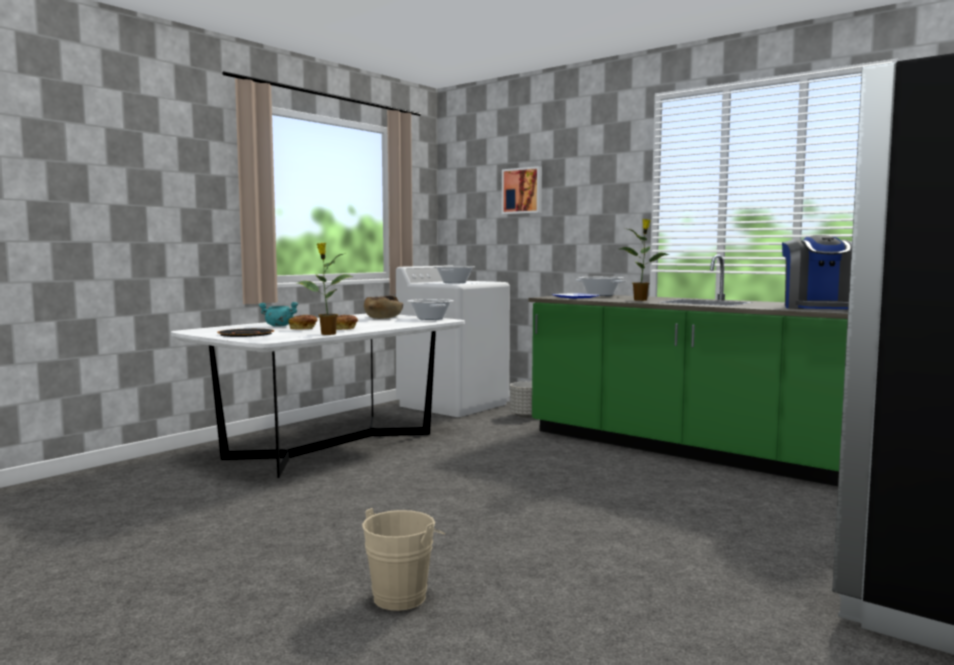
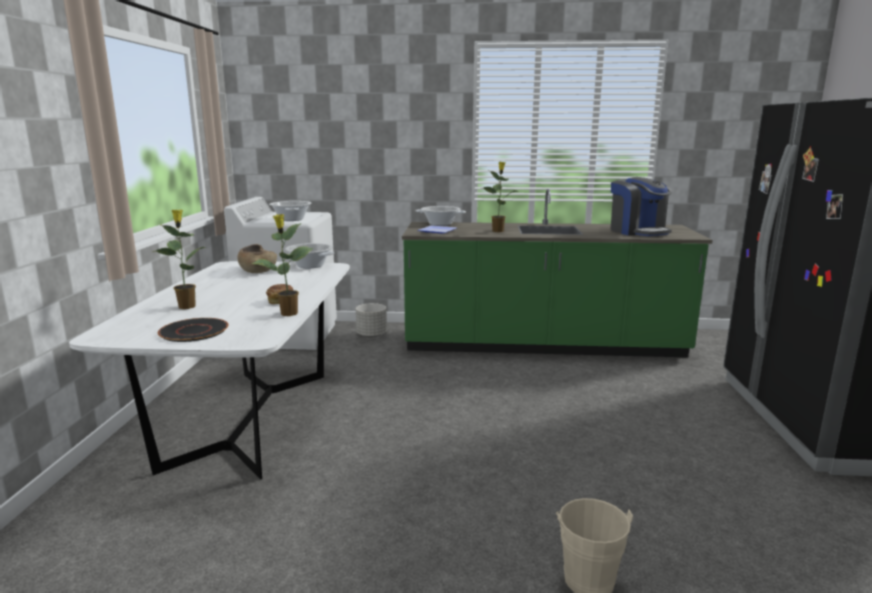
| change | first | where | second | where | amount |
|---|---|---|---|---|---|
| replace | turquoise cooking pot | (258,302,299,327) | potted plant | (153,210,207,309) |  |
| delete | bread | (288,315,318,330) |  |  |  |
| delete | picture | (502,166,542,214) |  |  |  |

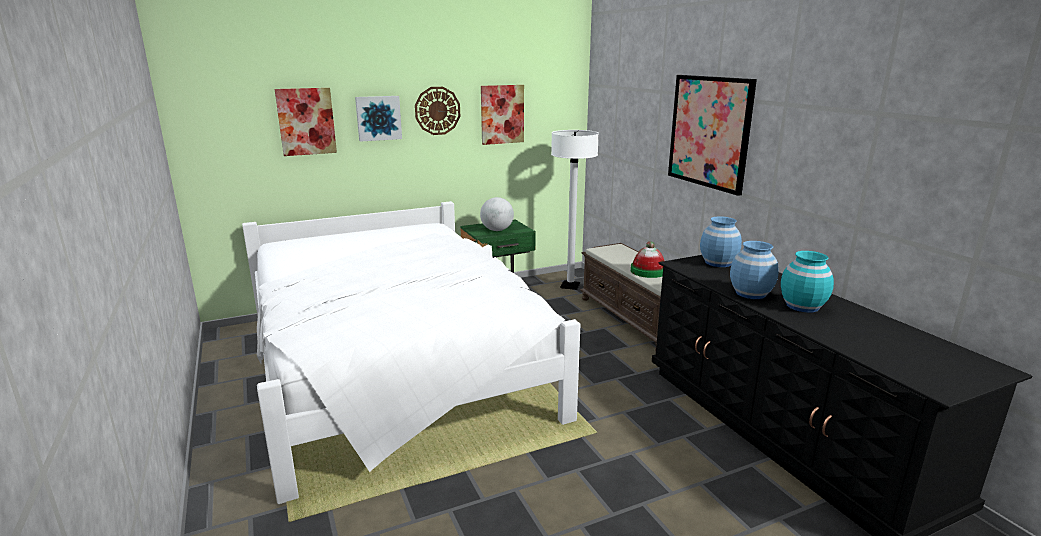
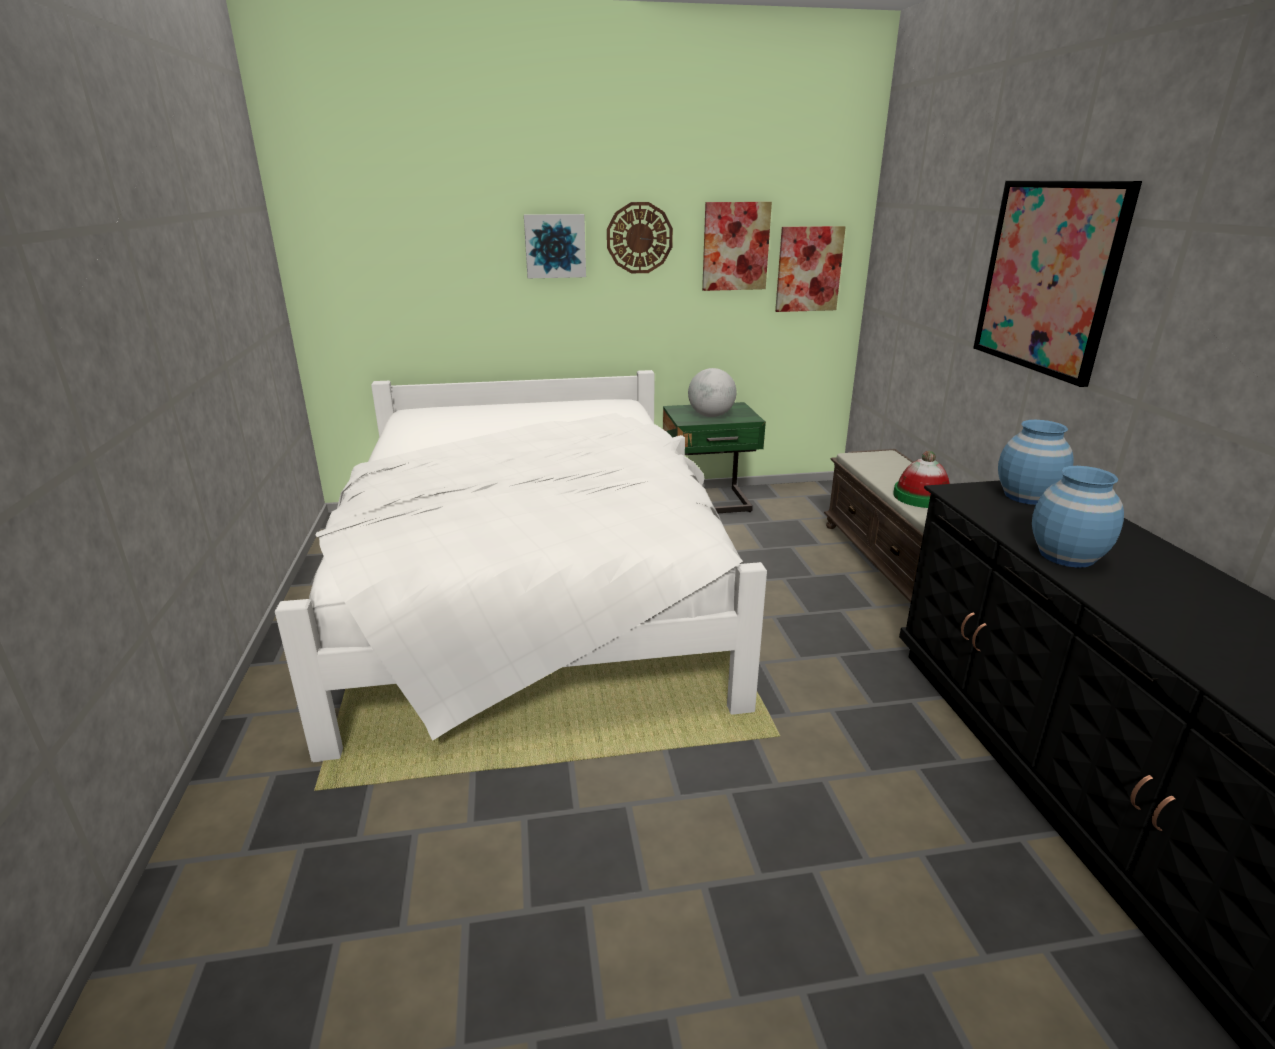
| change | first | where | second | where | amount |
|---|---|---|---|---|---|
| move | picture | (275,88,337,156) |  | (775,226,846,312) |  |
| delete | white floor lamp | (551,130,599,290) |  |  |  |
| delete | turquoise vase | (781,251,834,313) |  |  |  |

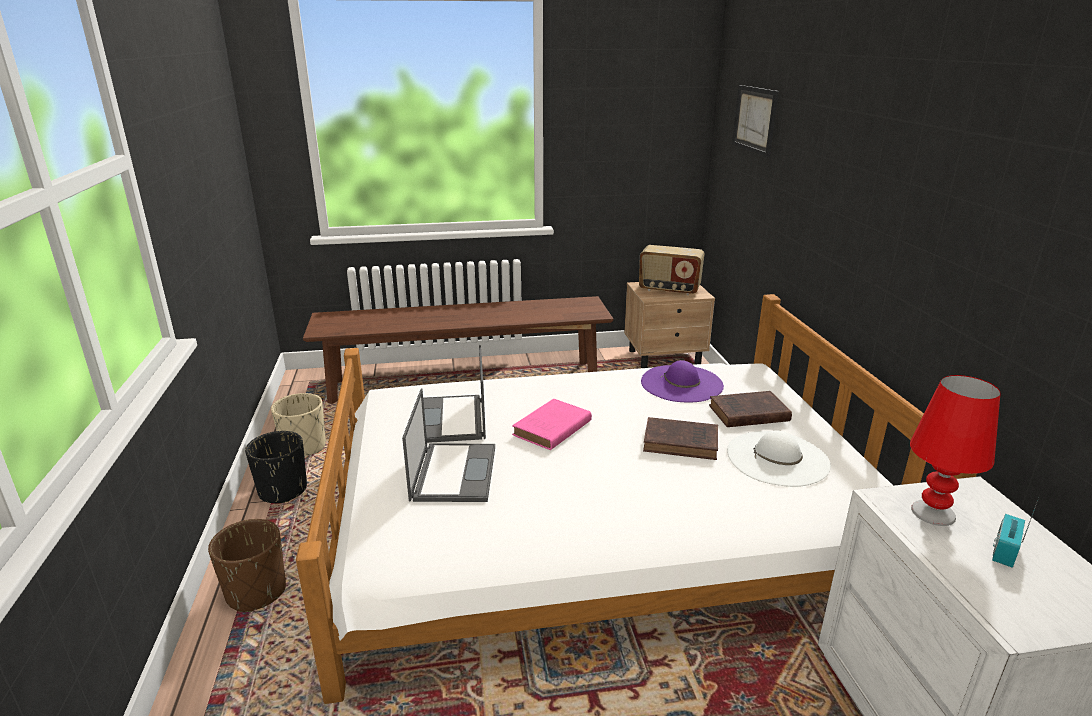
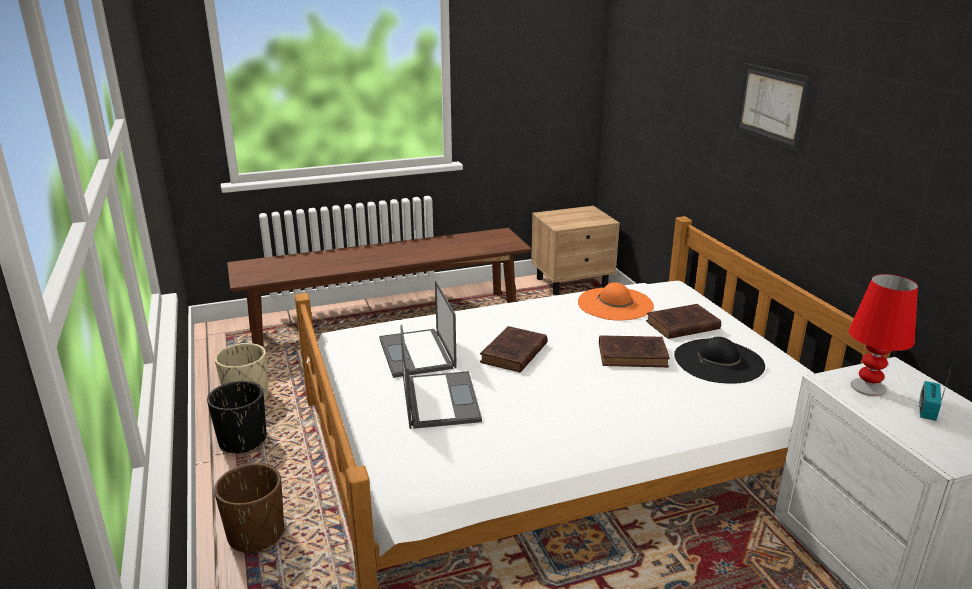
| change | first | where | second | where | amount |
|---|---|---|---|---|---|
| recolor | pink book | (512,399,592,450) | brown book | (480,326,547,373) |  |
| delete | radio | (639,245,705,295) |  |  |  |
| recolor | purple hat | (641,360,724,402) | orange hat | (578,282,654,320) |  |
| recolor | white hat | (727,431,831,487) | black hat | (674,337,765,384) |  |
| move | picture | (732,85,779,157) |  | (735,63,812,151) |  |

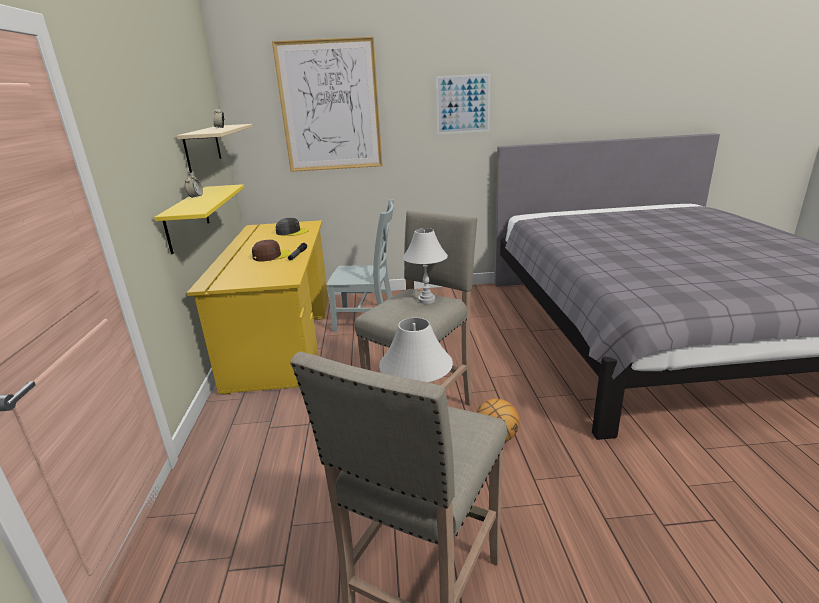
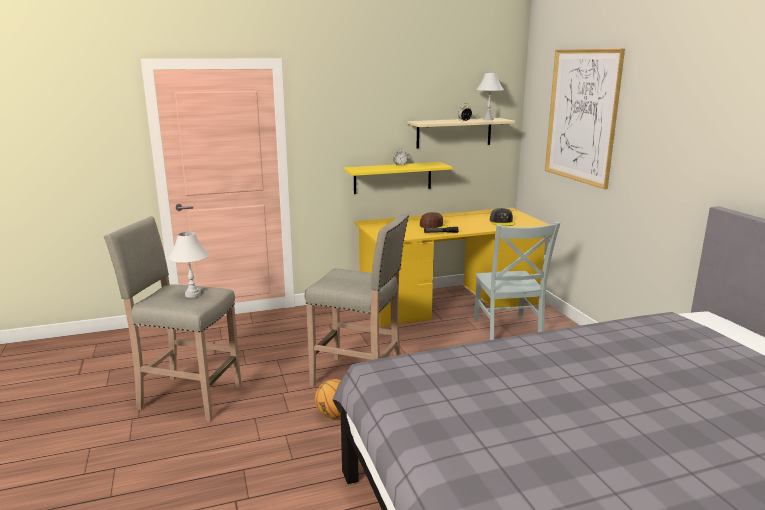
| change | first | where | second | where | amount |
|---|---|---|---|---|---|
| move | white table lamp | (403,228,448,304) |  | (476,72,504,120) |  |
| delete | picture | (436,74,490,134) |  |  |  |

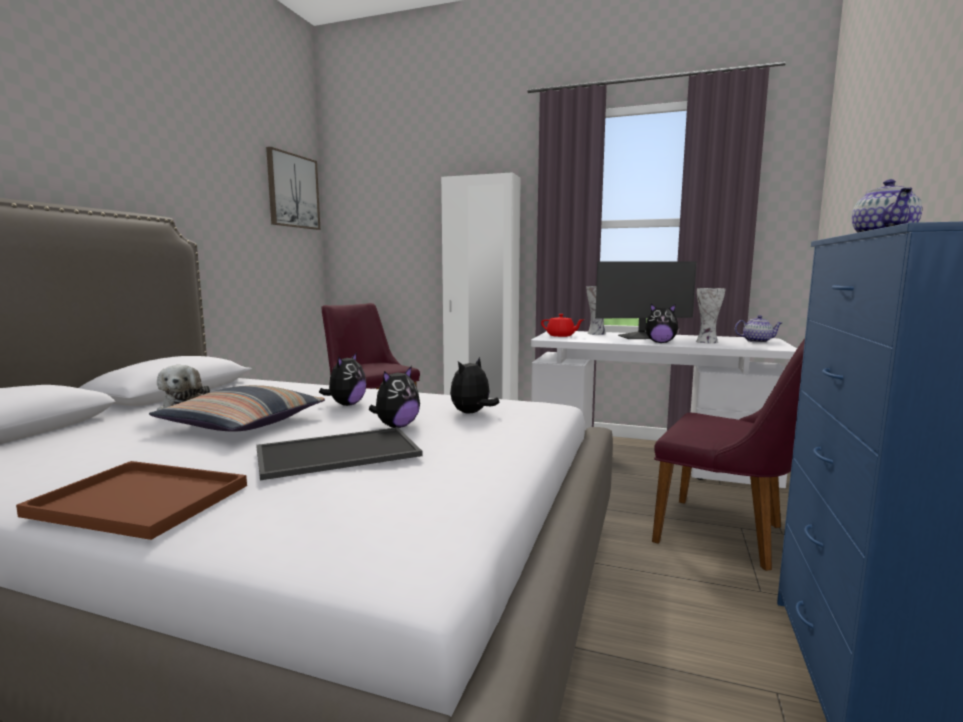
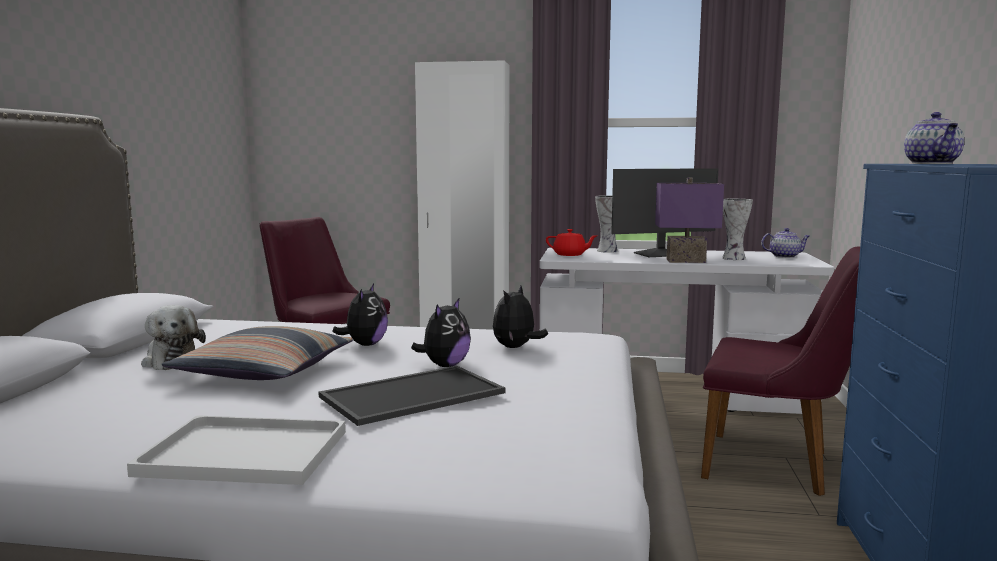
| change | first | where | second | where | amount |
|---|---|---|---|---|---|
| recolor | brown tray | (16,461,247,540) | white tray | (127,415,346,485) |  |
| delete | picture | (266,147,320,230) |  |  |  |
| replace | plush toy | (645,304,680,343) | purple table lamp | (655,178,724,263) |  |

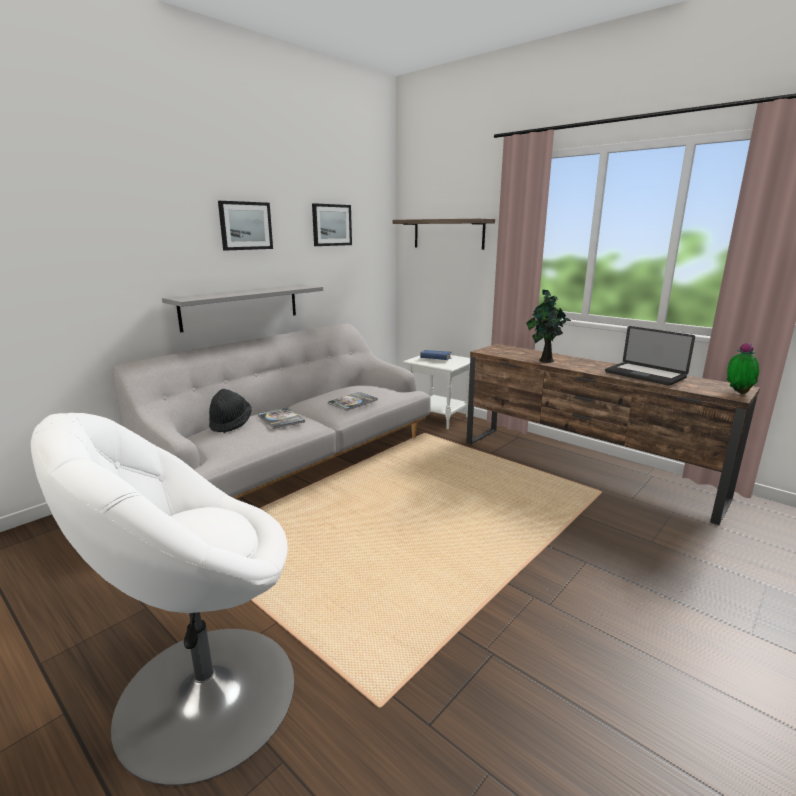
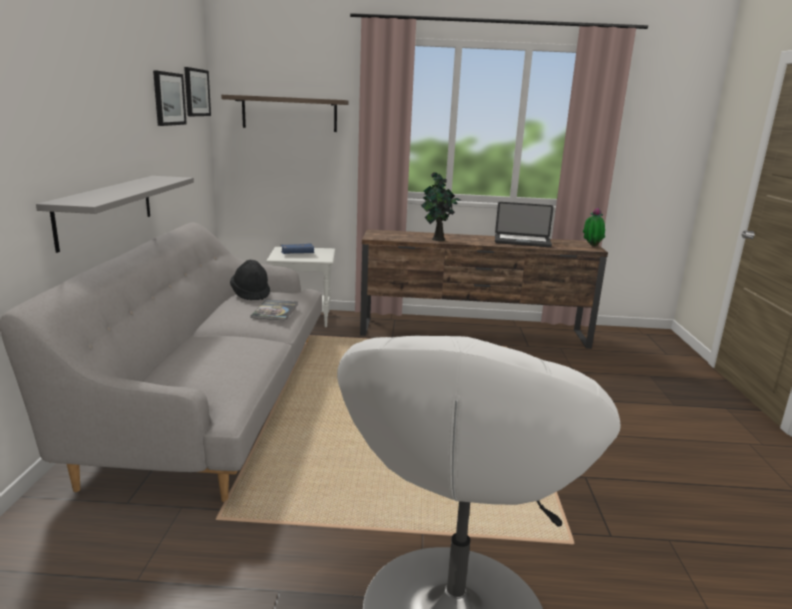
| change | first | where | second | where | amount |
|---|---|---|---|---|---|
| move | black hat | (209,389,252,433) |  | (230,260,270,300) |  |
| move | picture | (218,201,273,250) |  | (184,67,211,116) |  |
| delete | book | (258,408,305,429) |  |  |  |

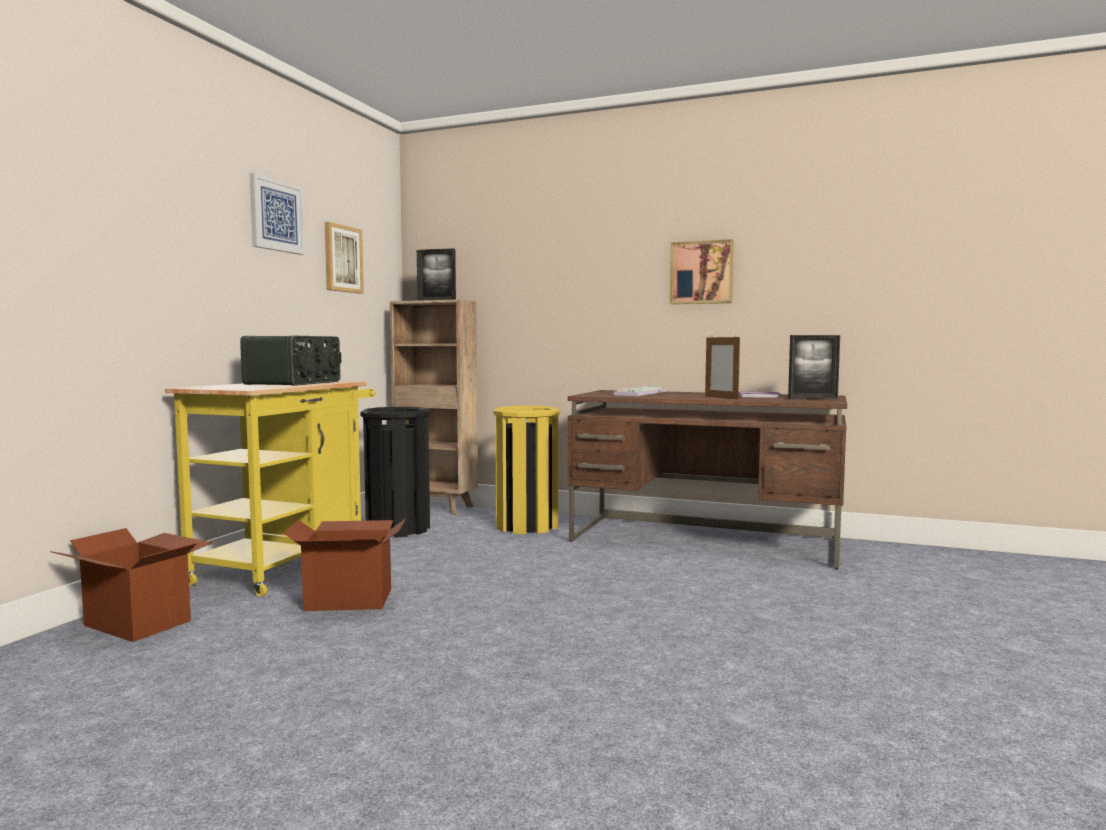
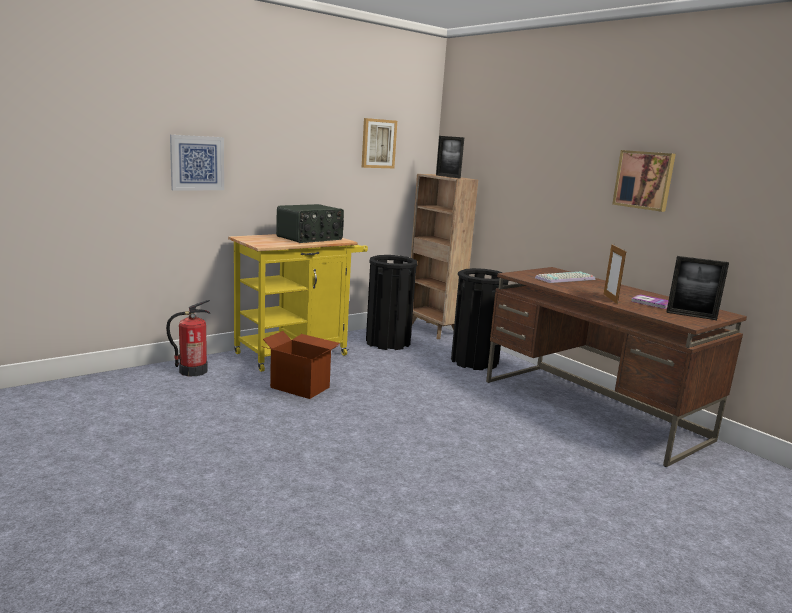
| change | first | where | second | where | amount |
|---|---|---|---|---|---|
| replace | cardboard box | (50,528,213,642) | fire extinguisher | (166,300,210,376) |  |
| move | picture | (250,173,305,255) |  | (170,135,224,190) |  |
| recolor | yellow trash can | (494,406,559,534) | black trash can | (451,268,509,370) |  |

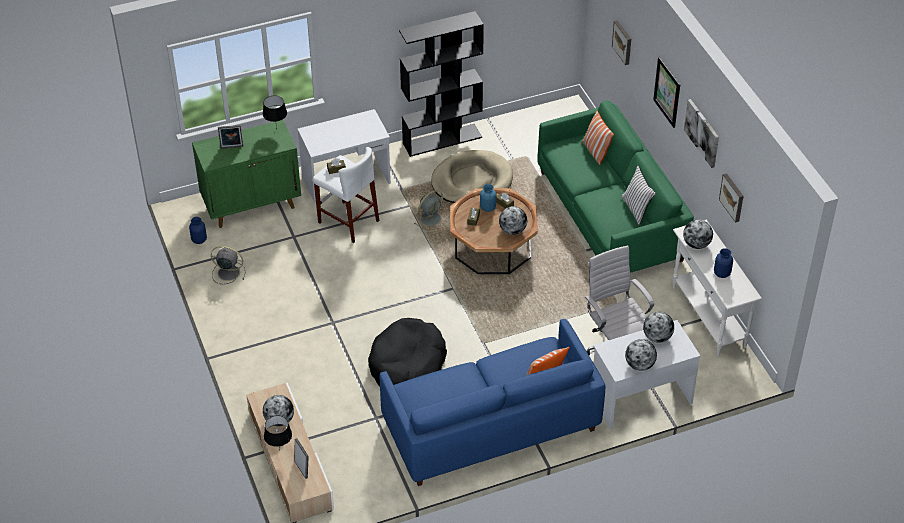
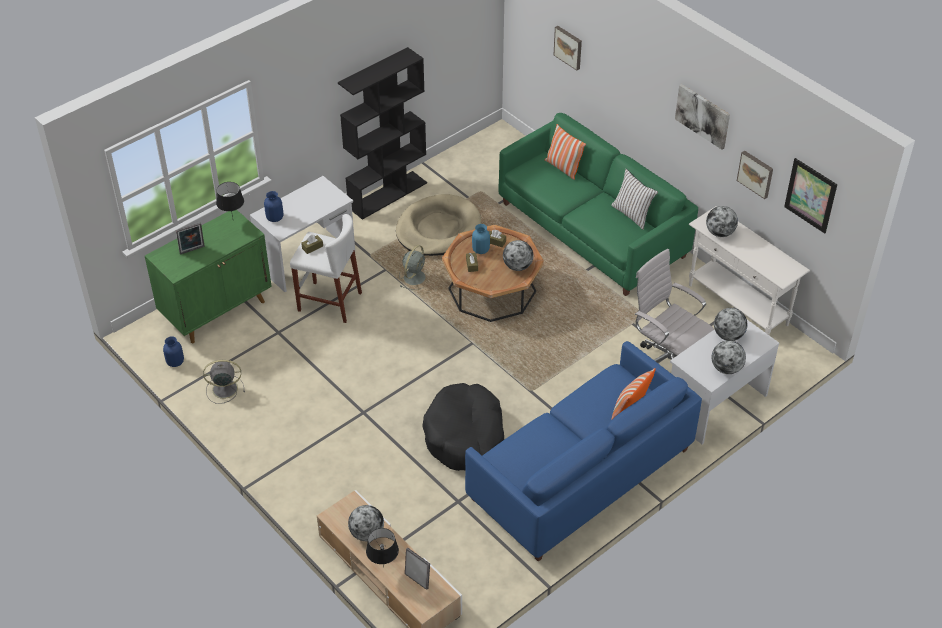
| change | first | where | second | where | amount |
|---|---|---|---|---|---|
| move | picture | (653,57,680,128) |  | (784,158,837,233) |  |
| move | blue vase | (714,248,733,278) |  | (264,191,284,222) |  |

